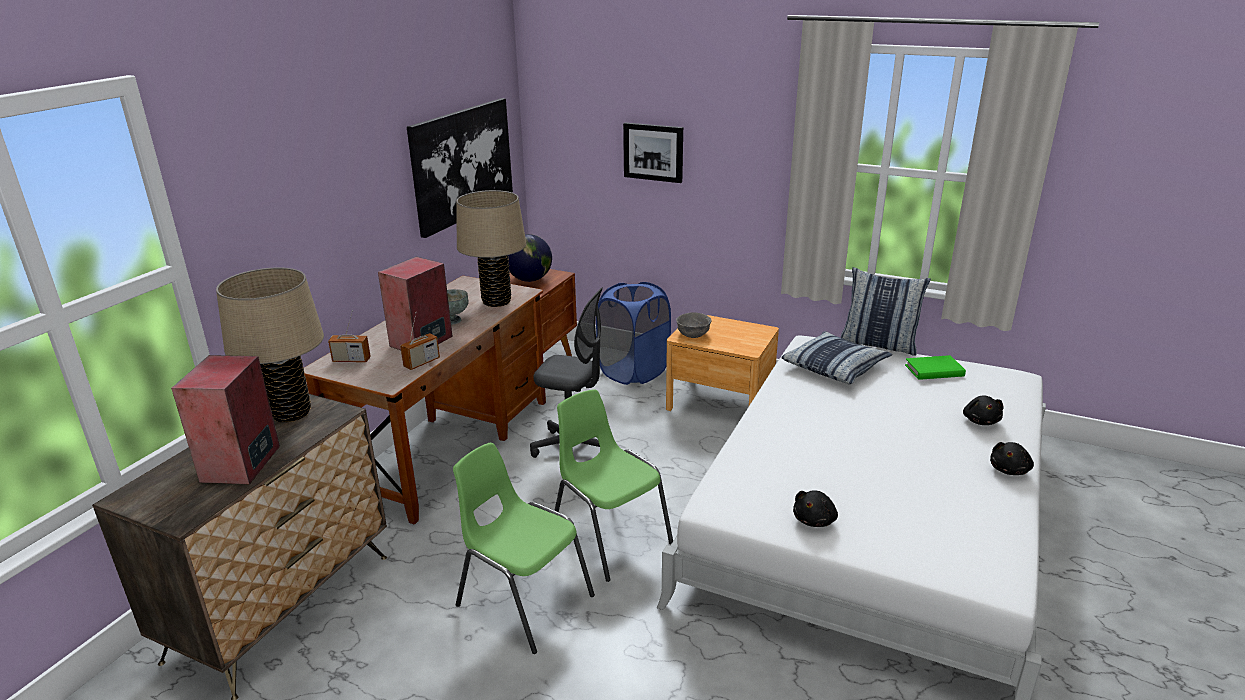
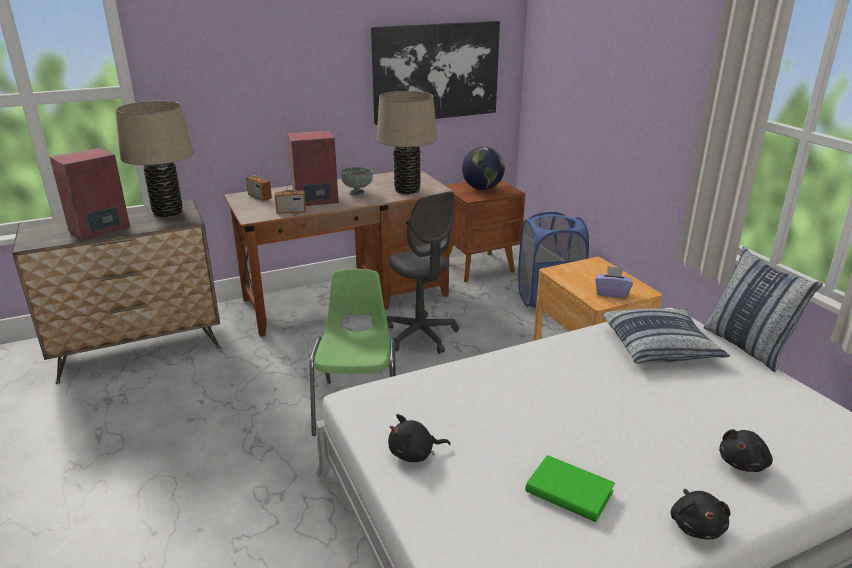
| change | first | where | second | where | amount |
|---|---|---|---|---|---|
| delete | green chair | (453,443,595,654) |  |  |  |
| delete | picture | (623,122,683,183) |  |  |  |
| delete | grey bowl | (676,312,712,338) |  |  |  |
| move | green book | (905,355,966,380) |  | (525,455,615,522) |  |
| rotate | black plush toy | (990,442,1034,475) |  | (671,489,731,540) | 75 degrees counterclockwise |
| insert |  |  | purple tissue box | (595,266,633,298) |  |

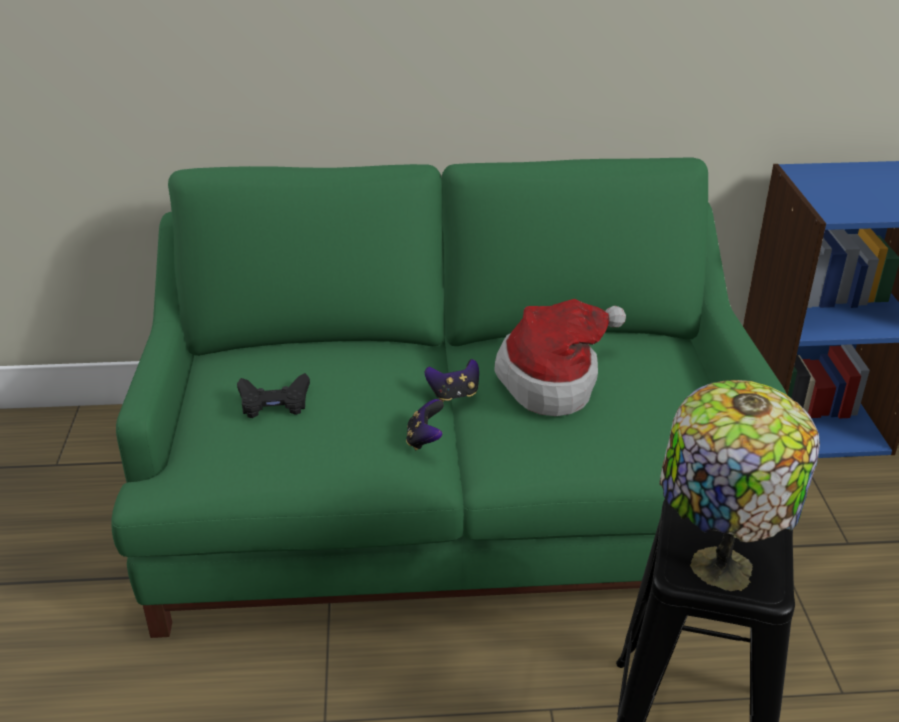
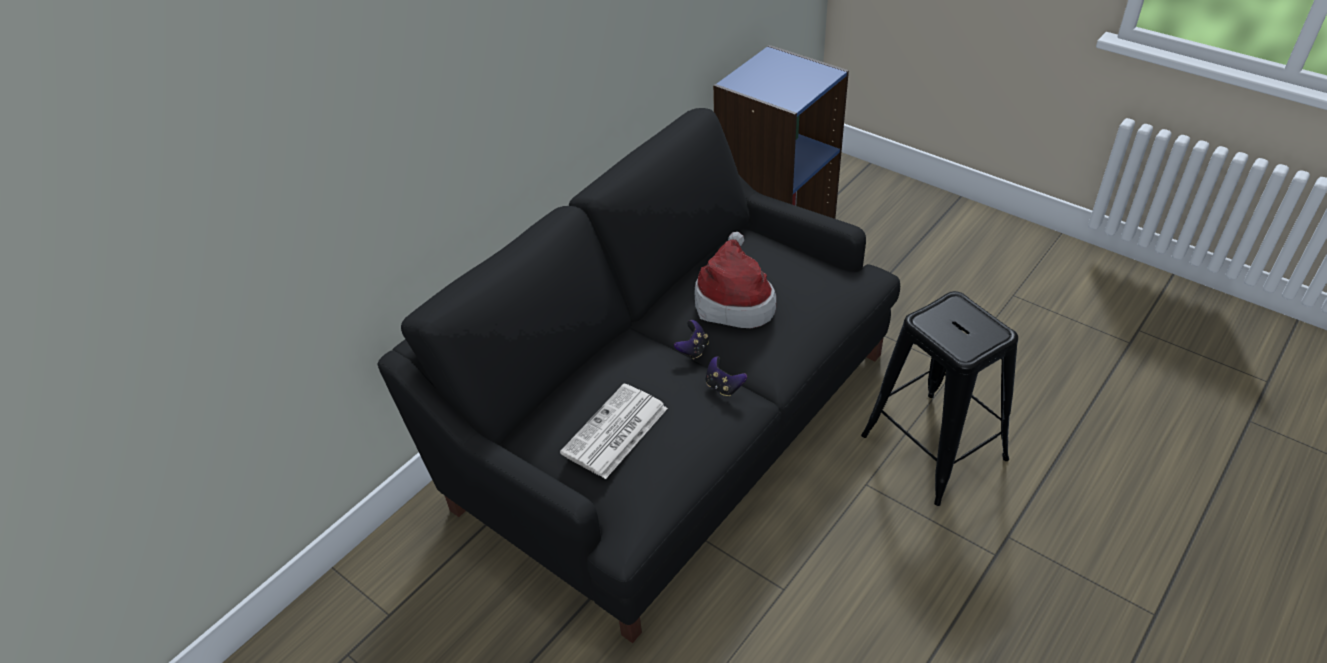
| change | first | where | second | where | amount |
|---|---|---|---|---|---|
| recolor | green sofa | (112,158,787,638) | black sofa | (378,108,900,643) |  |
| replace | black game controller | (237,373,310,418) | newspaper | (560,384,668,479) |  |
| delete | table lamp | (659,380,820,591) |  |  |  |

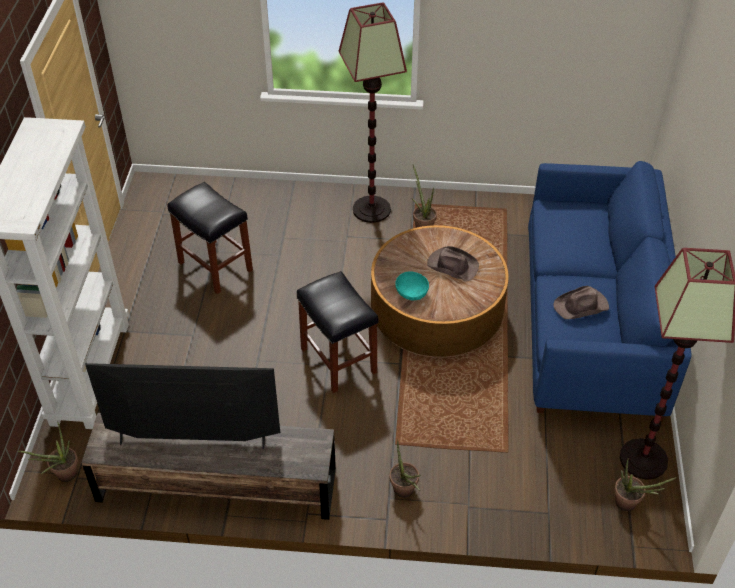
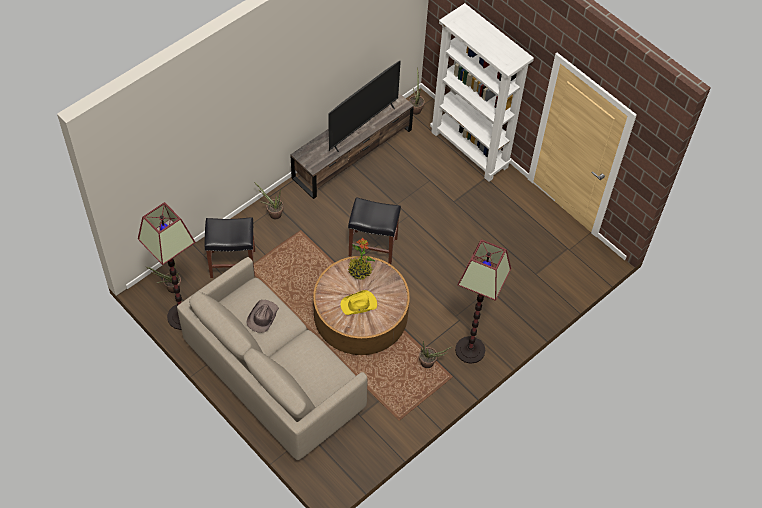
| change | first | where | second | where | amount |
|---|---|---|---|---|---|
| move | black stool | (168,182,253,294) |  | (205,217,255,278) |  |
| replace | turquoise bowl | (395,271,429,300) | potted plant | (348,238,375,280) |  |
| recolor | brown hat | (427,246,479,282) | yellow hat | (340,290,377,315) |  |
| recolor | blue sofa | (528,161,691,422) | beige sofa | (177,257,367,460) |  |

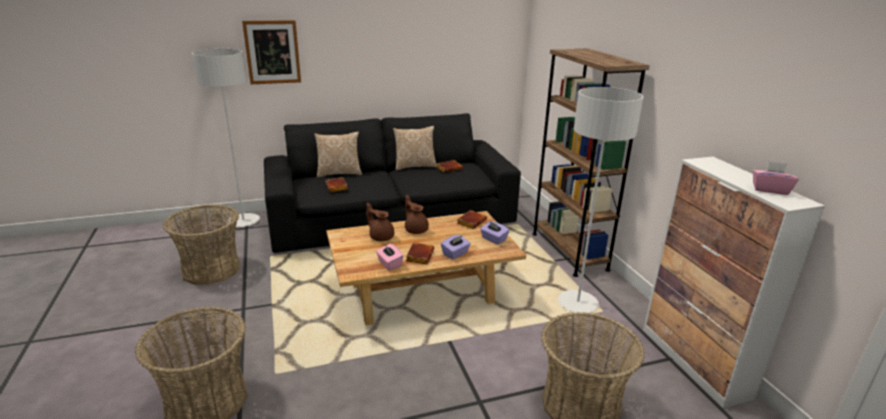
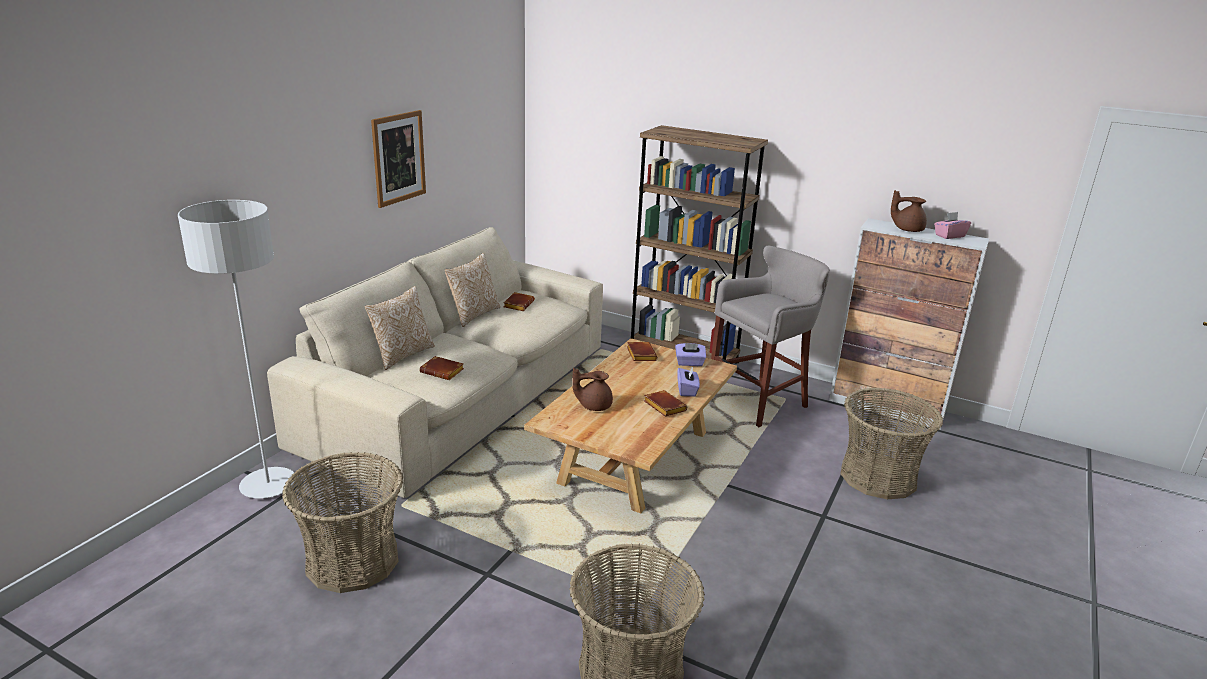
| change | first | where | second | where | amount |
|---|---|---|---|---|---|
| move | picture | (242,20,301,84) |  | (371,110,426,208) |  |
| recolor | black sofa | (264,113,521,253) | beige sofa | (267,227,603,498) |  |
| delete | pink tissue box | (376,244,403,270) |  |  |  |
| move | brown teapot | (405,195,429,234) |  | (891,190,927,232) |  |
| replace | grey floor lamp | (558,87,643,313) | grey stool | (711,246,830,427) |  |

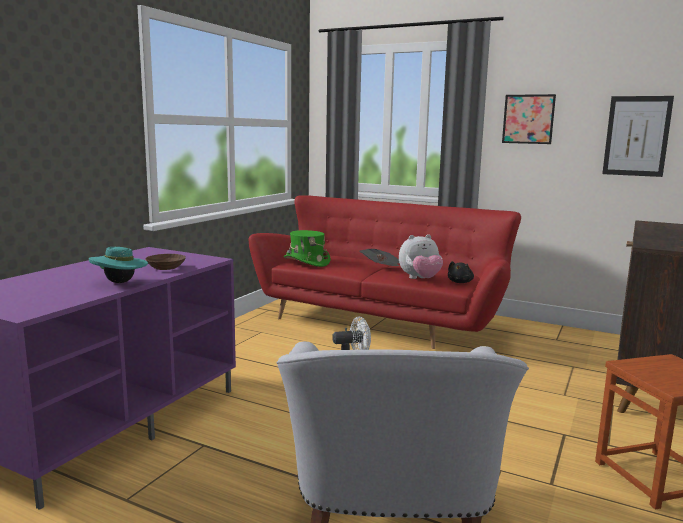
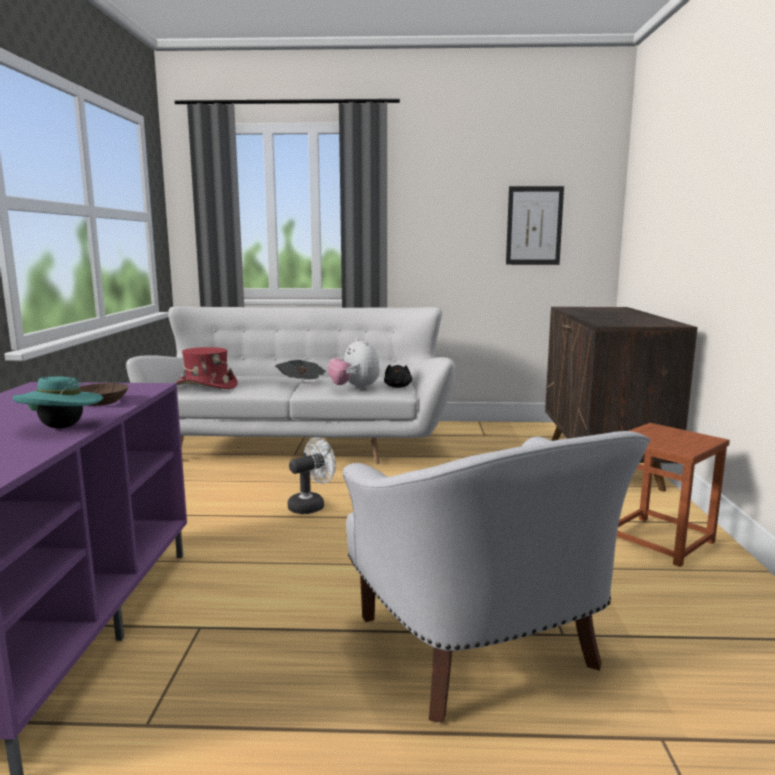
| change | first | where | second | where | amount |
|---|---|---|---|---|---|
| recolor | red sofa | (249,195,521,349) | white sofa | (126,306,456,464) |  |
| recolor | green hat | (284,230,331,267) | red hat | (176,347,237,389) |  |
| rotate | plush toy | (399,234,443,279) |  | (328,338,380,390) | 105 degrees clockwise |
| delete | picture | (502,94,556,144) |  |  |  |

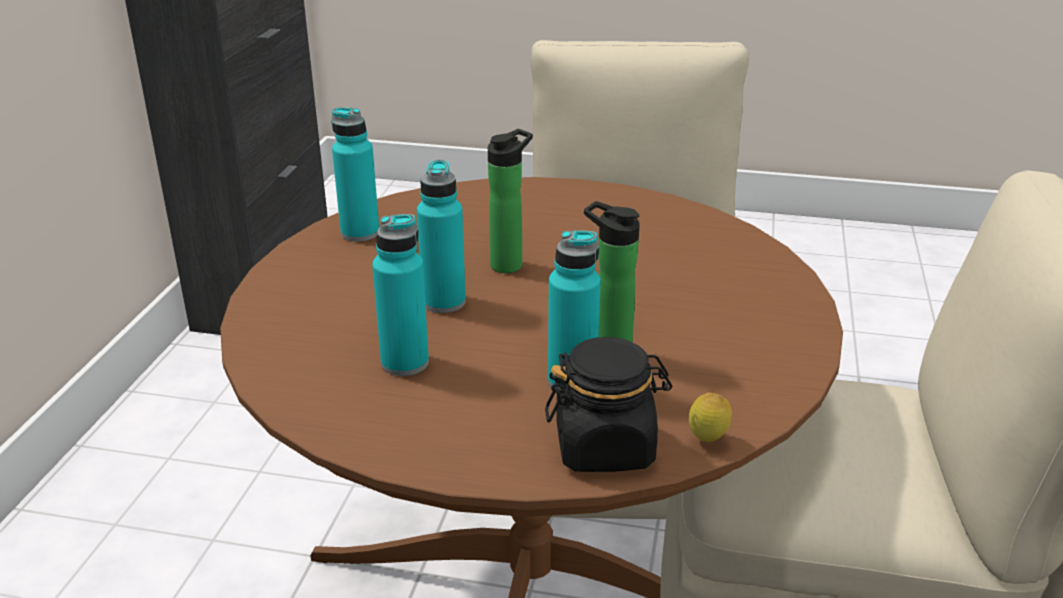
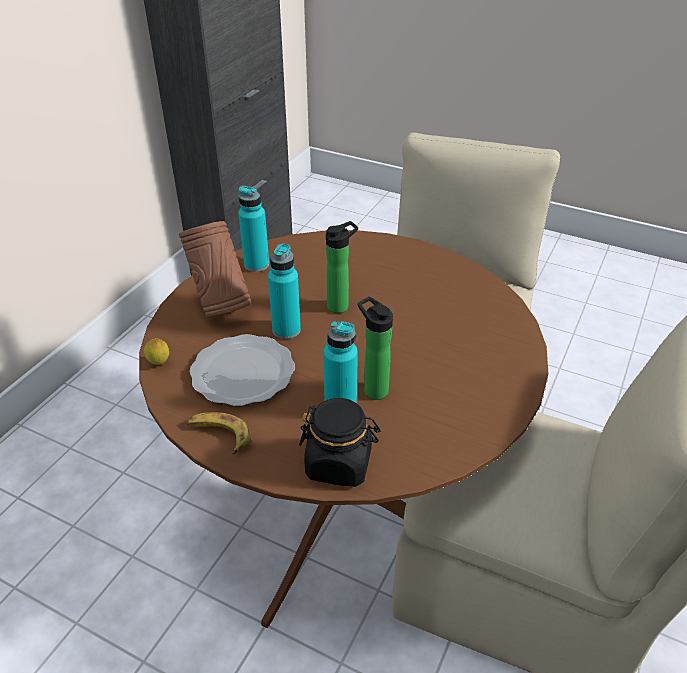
| change | first | where | second | where | amount |
|---|---|---|---|---|---|
| replace | turquoise bottle | (372,214,429,376) | plate | (189,334,295,406) |  |
| move | lemon | (689,393,732,442) |  | (144,338,169,365) |  |
| insert |  |  | brown vase | (179,221,251,318) |  |
| insert |  |  | banana | (187,412,251,454) |  |

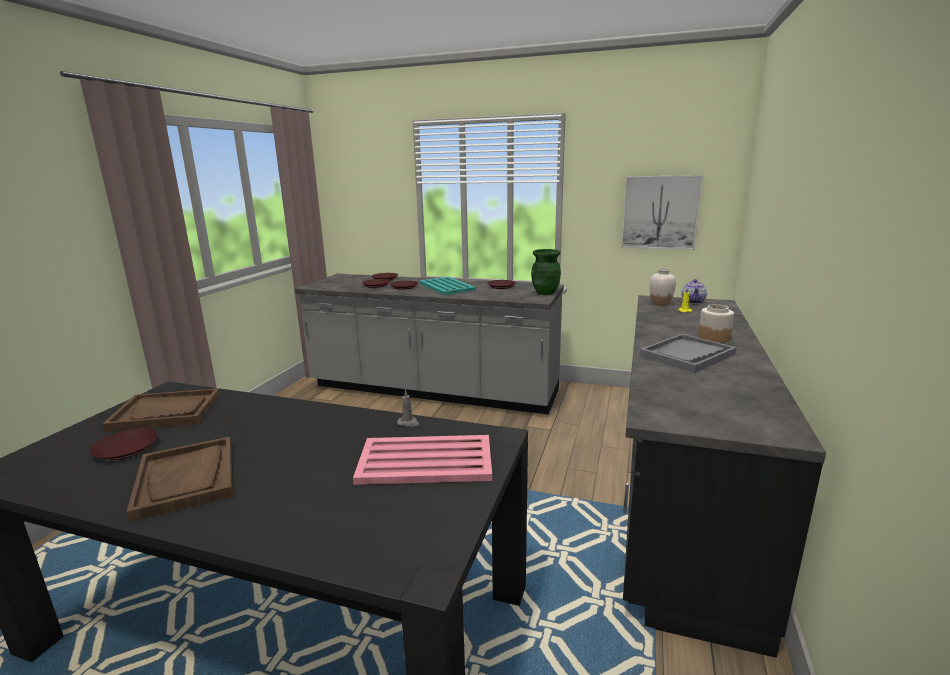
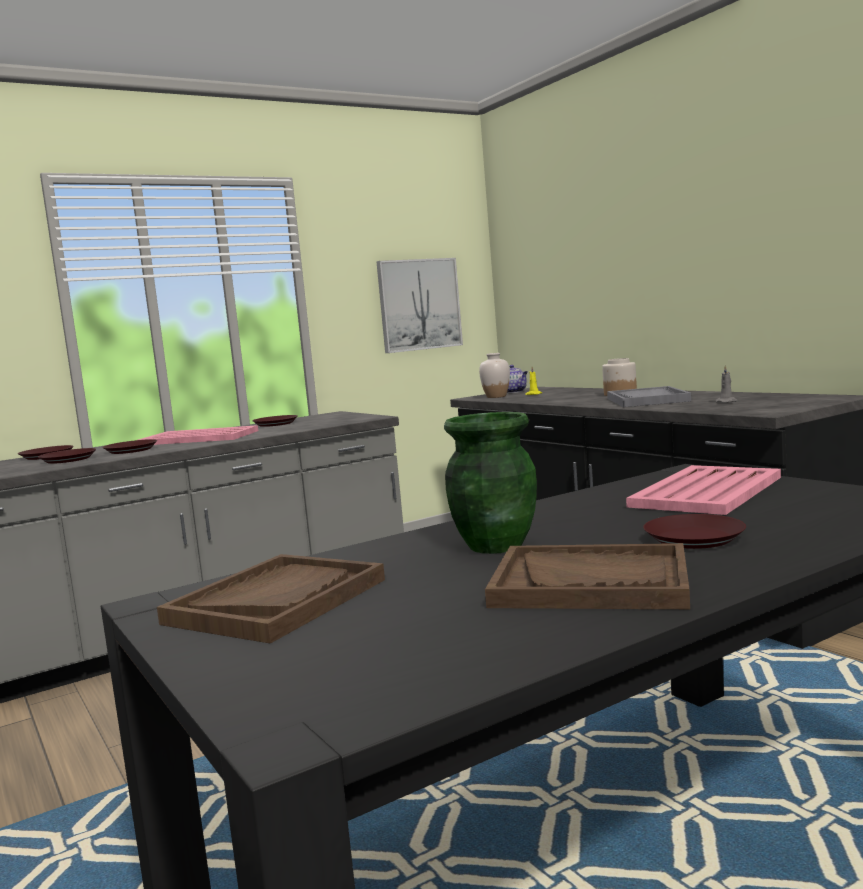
| change | first | where | second | where | amount |
|---|---|---|---|---|---|
| move | brown plate | (89,428,158,460) |  | (643,514,746,549) |  |
| move | grey candle | (397,389,419,427) |  | (716,365,737,403) |  |
| recolor | turquoise tray | (419,277,476,295) | pink tray | (138,425,258,445) |  |
| move | green vase | (531,249,561,295) |  | (444,412,537,554) |  |

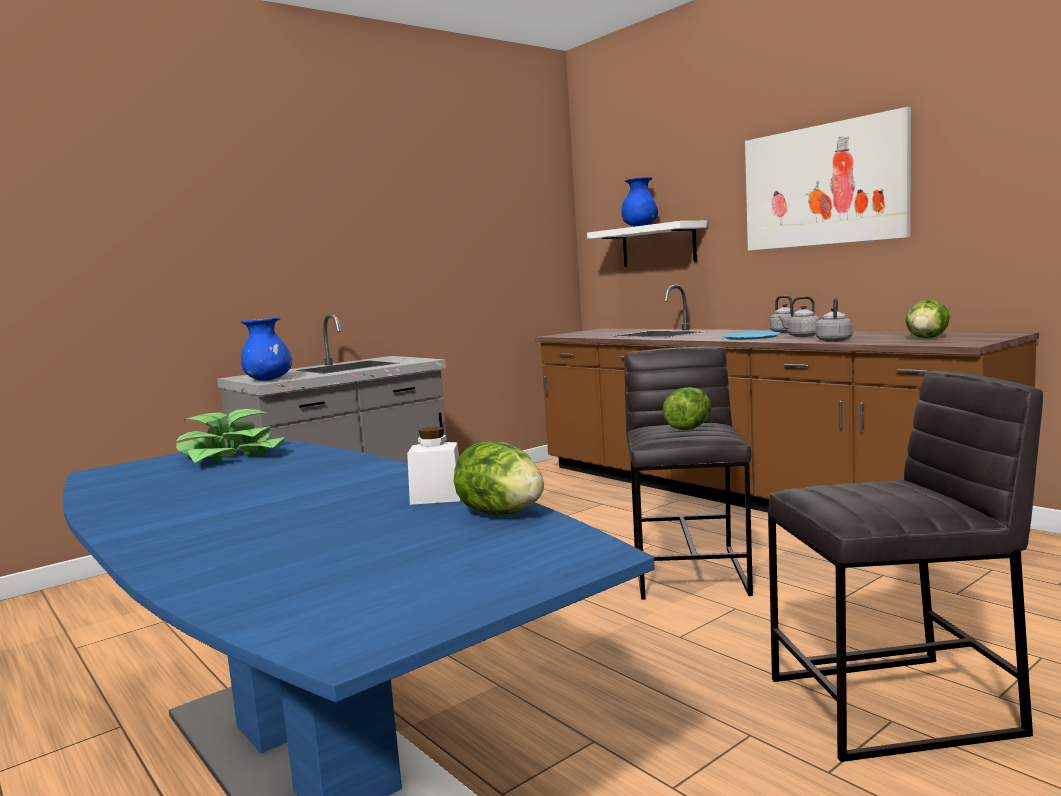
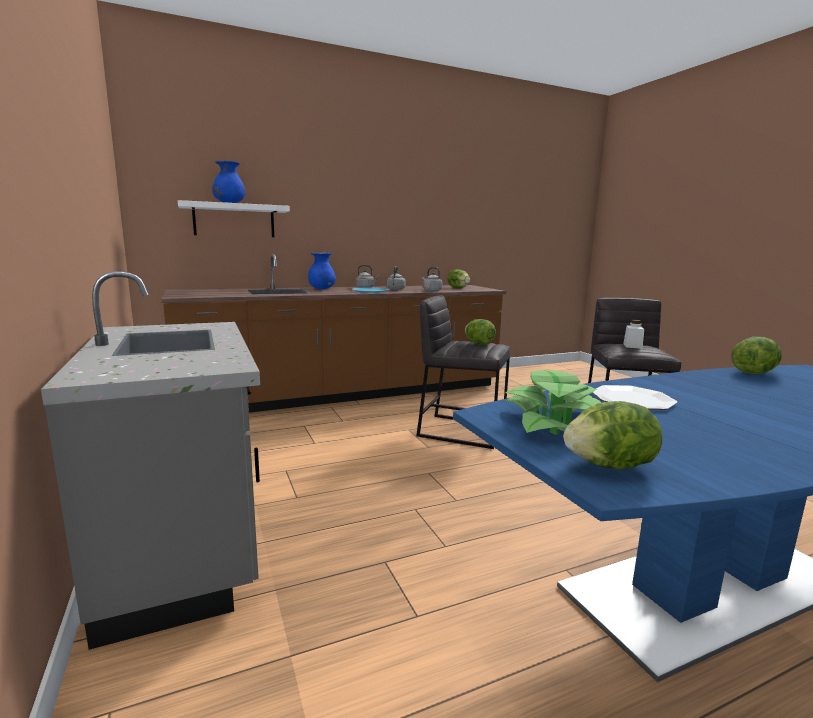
| change | first | where | second | where | amount |
|---|---|---|---|---|---|
| move | blue vase | (241,318,292,381) |  | (308,253,336,289) |  |
| move | white jar | (407,427,461,505) |  | (623,320,644,349) |  |
| delete | picture | (745,107,911,251) |  |  |  |
| insert |  |  | lettuce | (564,401,663,469) |  |
| insert |  |  | plate | (592,385,677,410) |  |

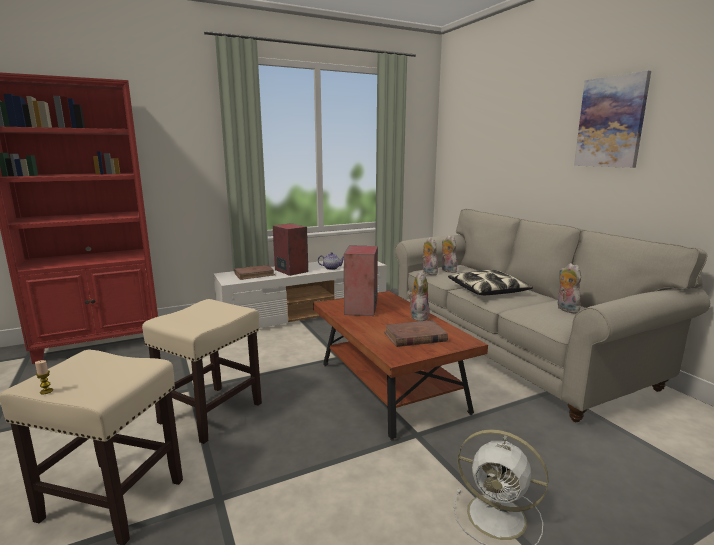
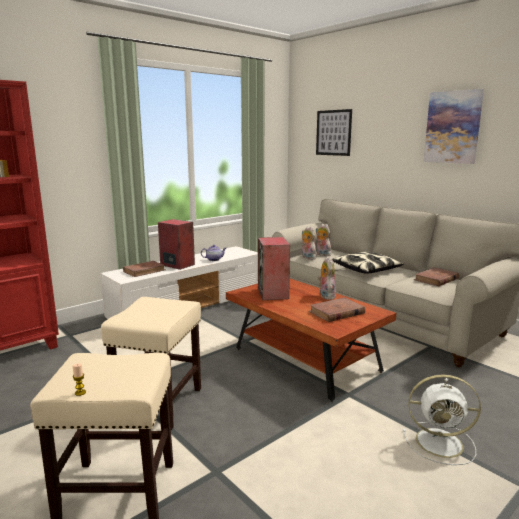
| change | first | where | second | where | amount |
|---|---|---|---|---|---|
| replace | plush toy | (558,263,581,314) | brown book | (414,267,459,286) |  |
| insert |  |  | picture | (316,109,352,156) |  |

